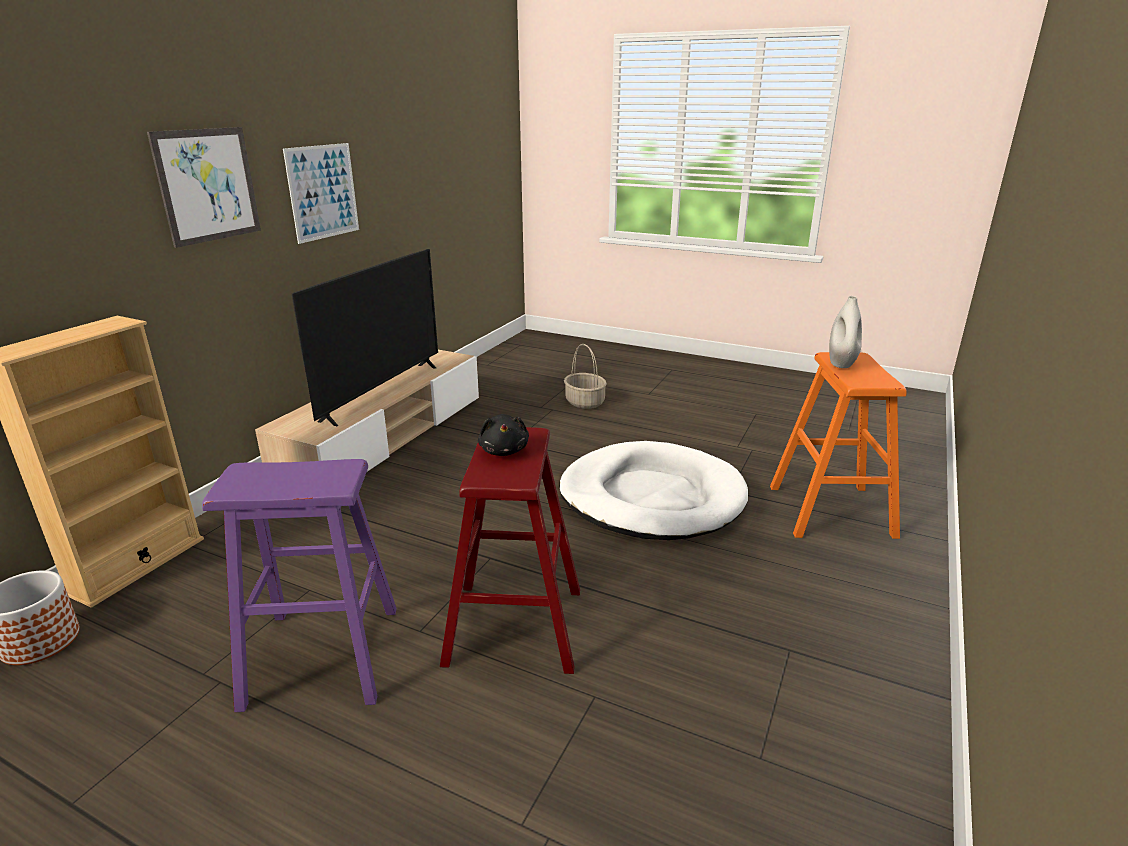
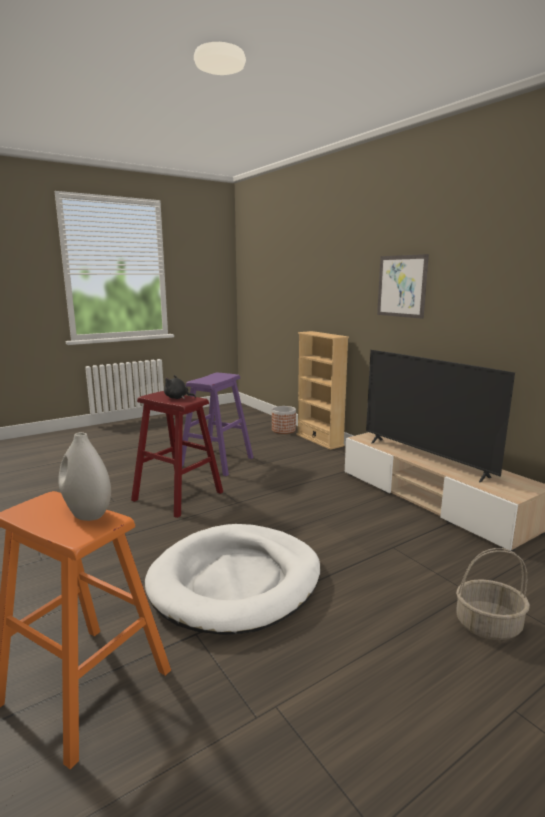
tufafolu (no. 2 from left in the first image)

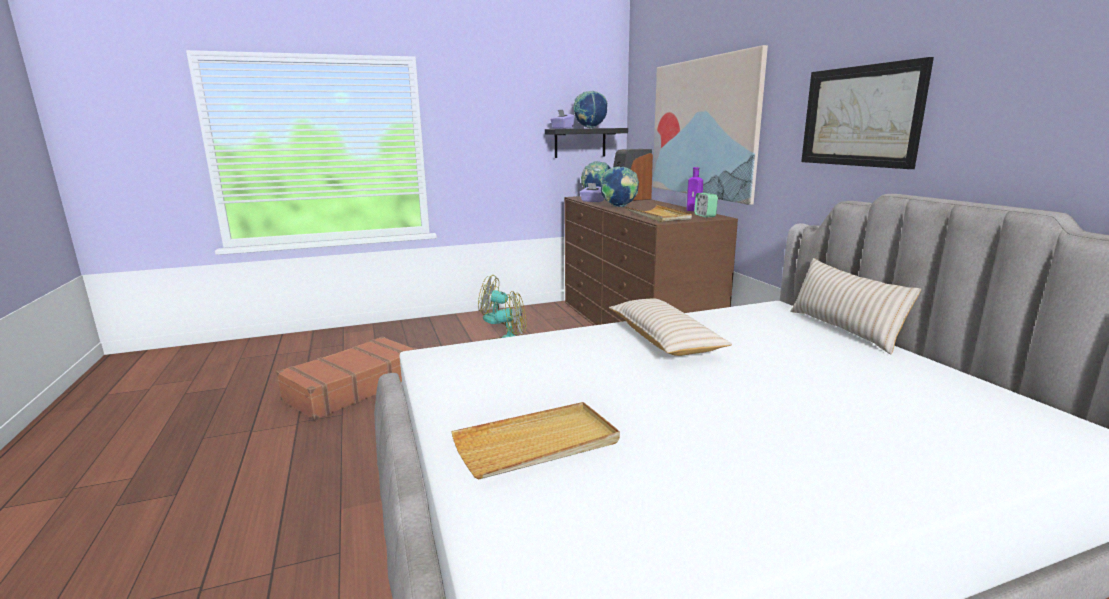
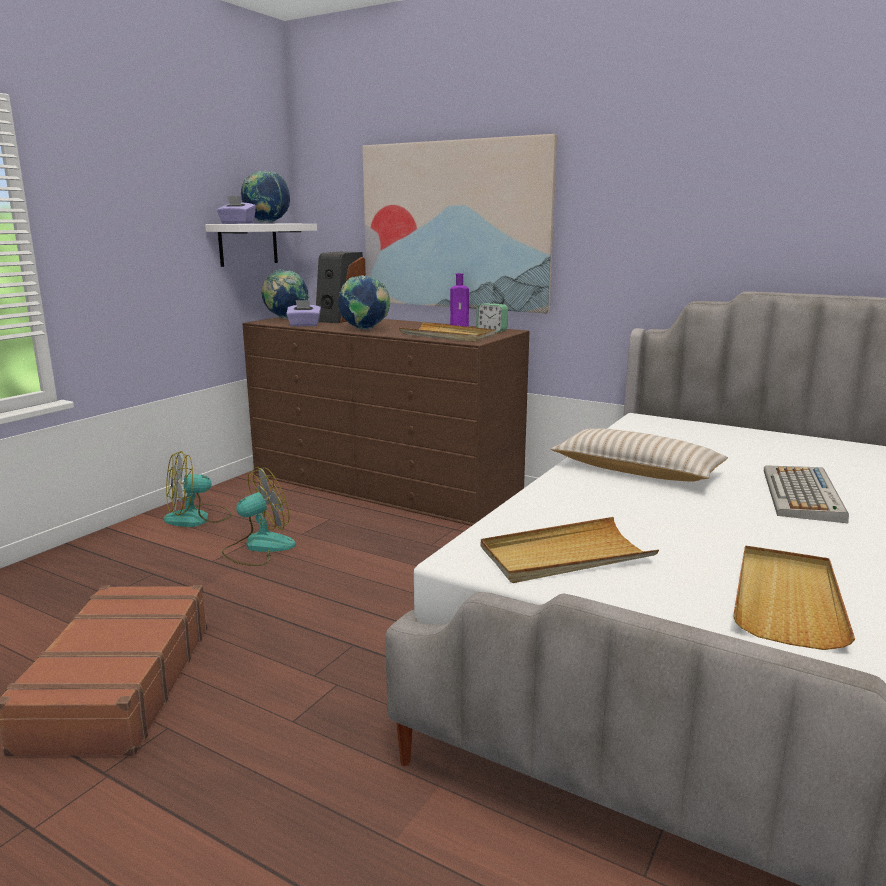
tufafolu (no. 2 from left in the first image)
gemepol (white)
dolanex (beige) (no. 2 from left in the first image)
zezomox
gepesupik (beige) (no. 2 from left)

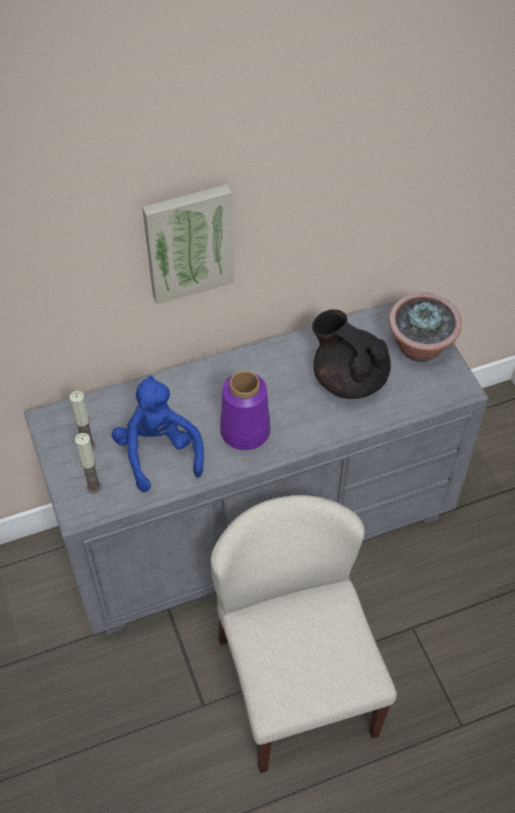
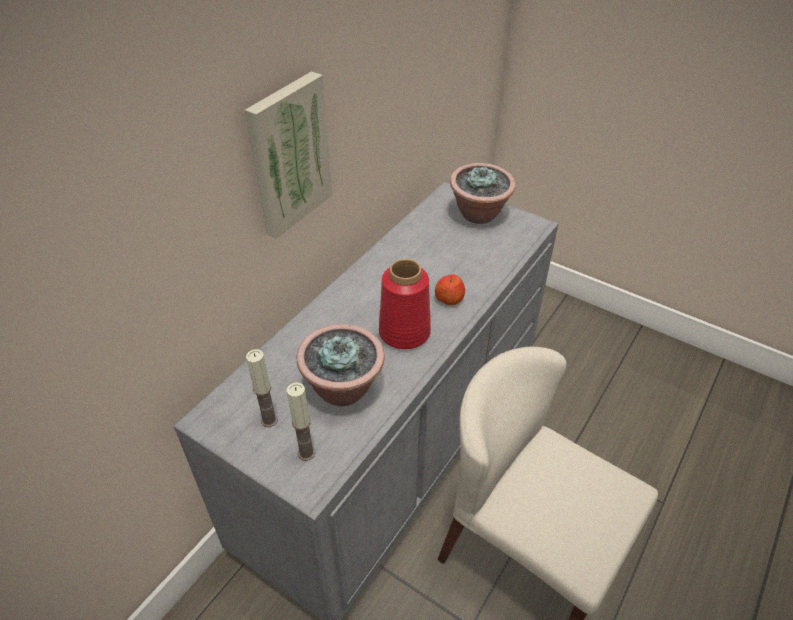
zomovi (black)
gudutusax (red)
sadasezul (no. 1 from left)
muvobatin

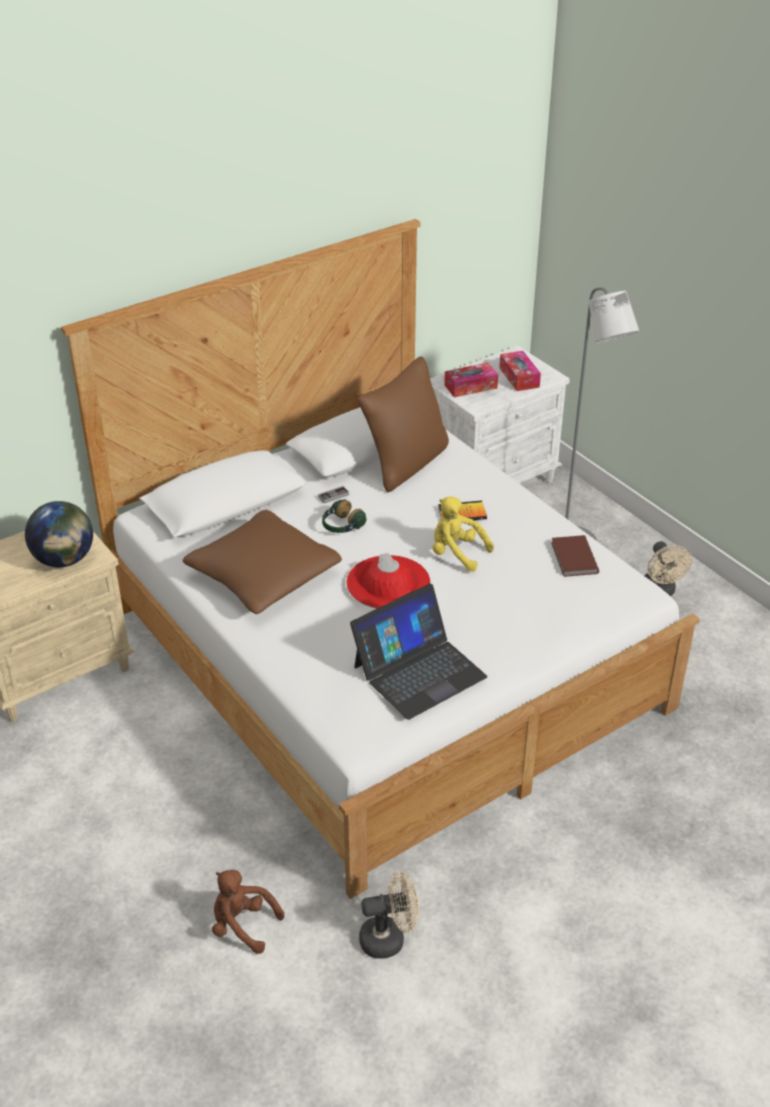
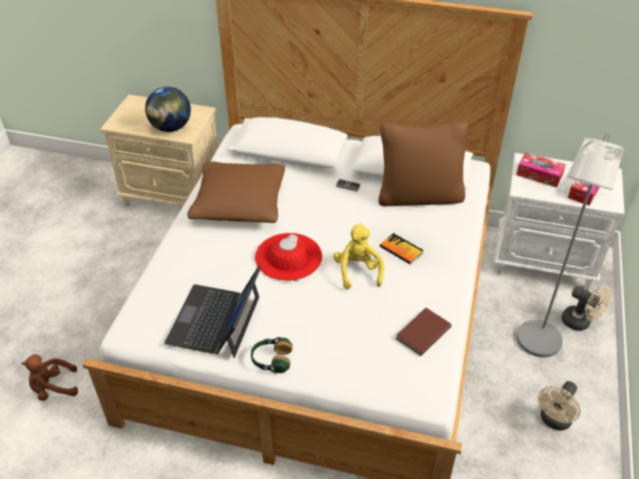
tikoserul
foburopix
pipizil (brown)
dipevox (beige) (no. 2 from left)

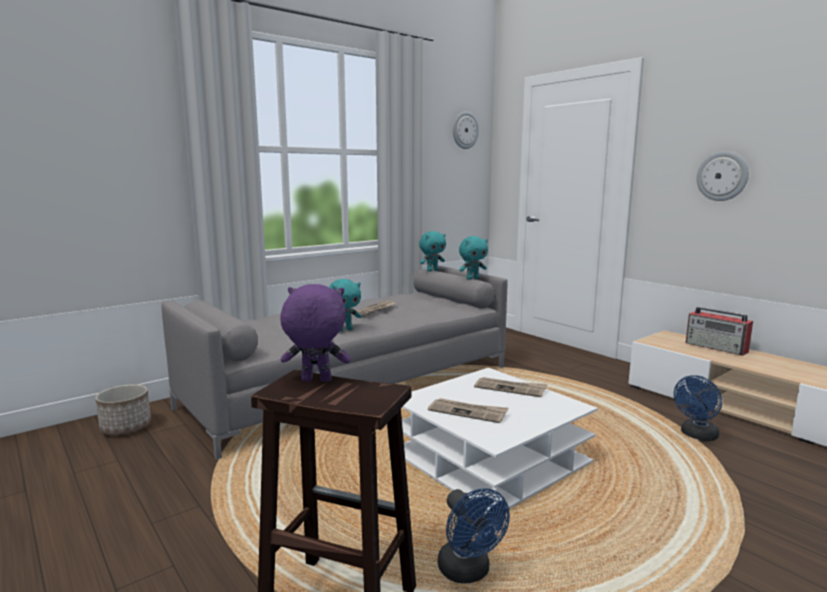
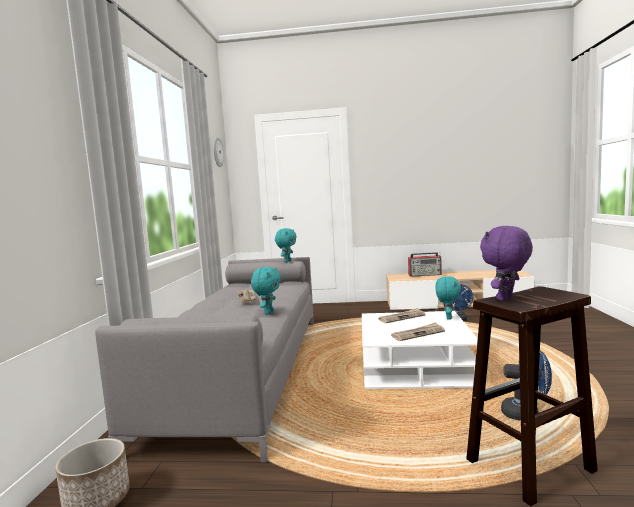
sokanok (no. 2 from left in the first image)
pipizil (turquoise) (no. 3 from left)

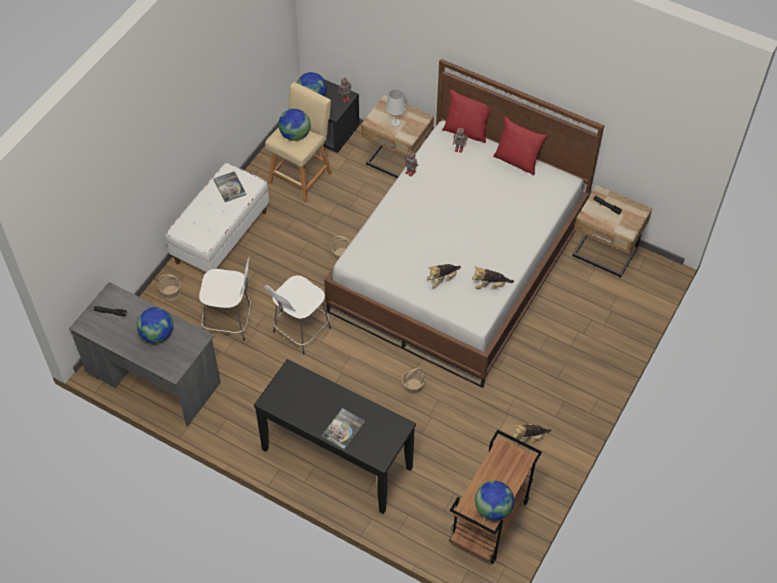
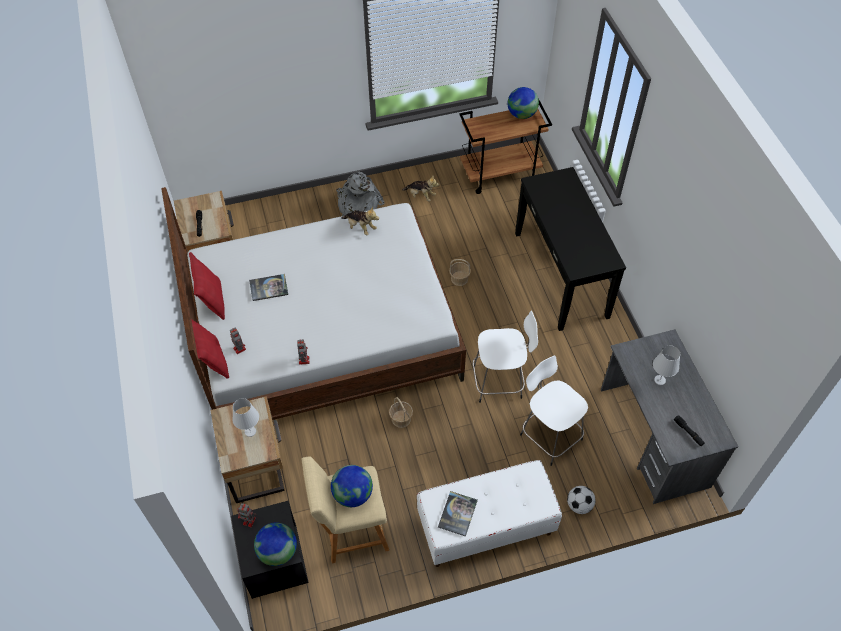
pipizil (no. 1 from left in the first image)
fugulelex
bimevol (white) (no. 2 from left)
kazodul (no. 1 from left)
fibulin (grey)

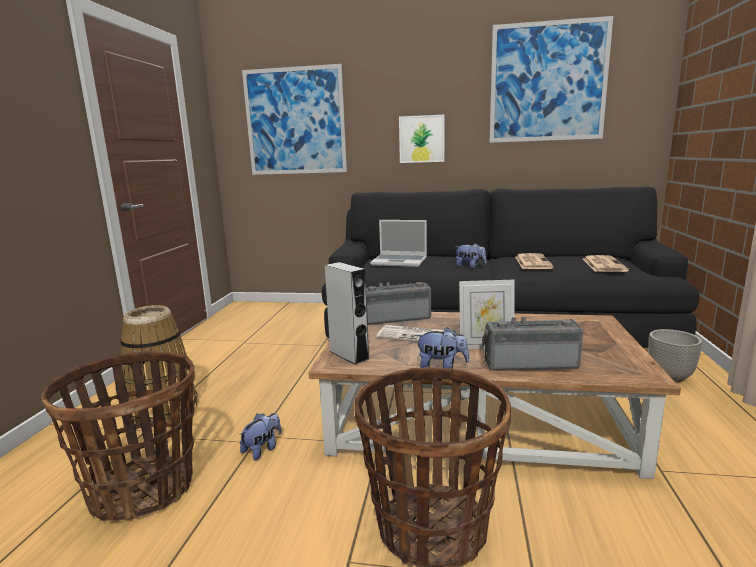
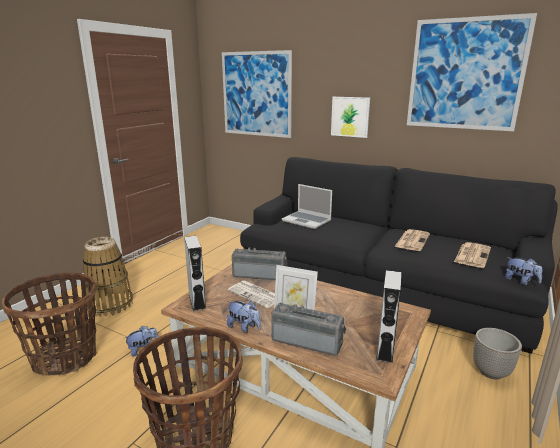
pipizil (no. 3 from left)
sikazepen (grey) (no. 2 from left)

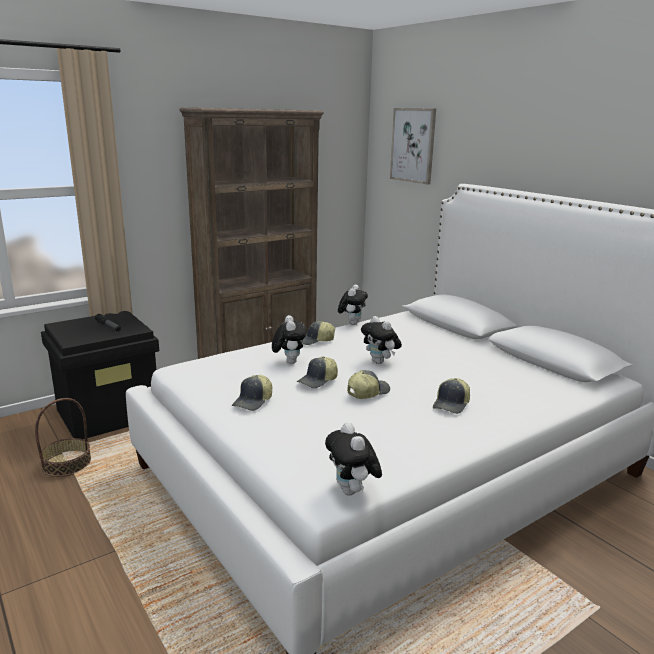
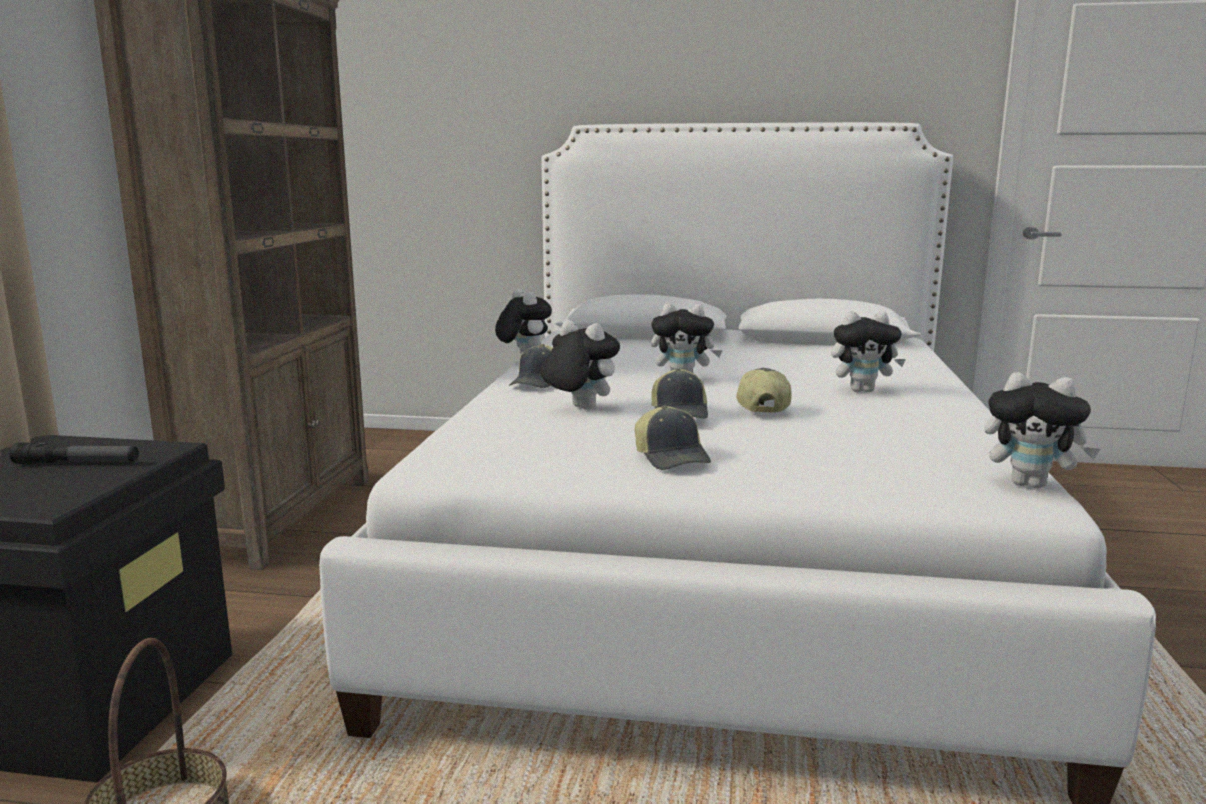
tufafolu
pipizil (no. 4 from left)

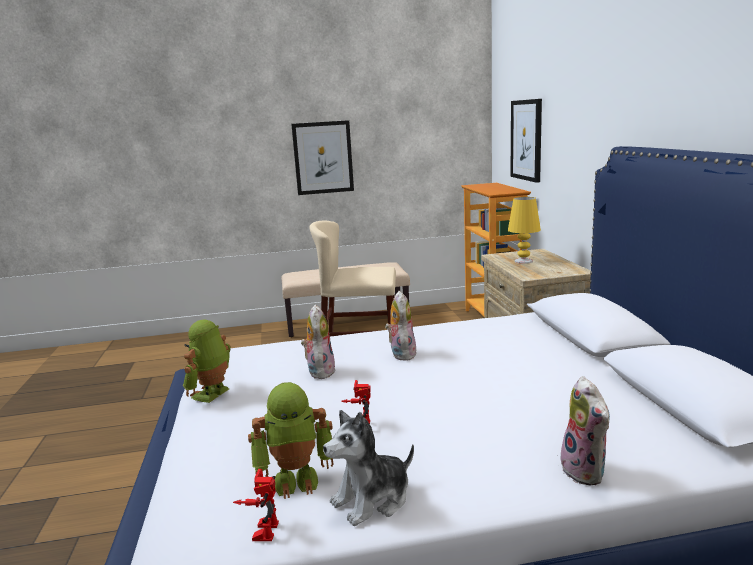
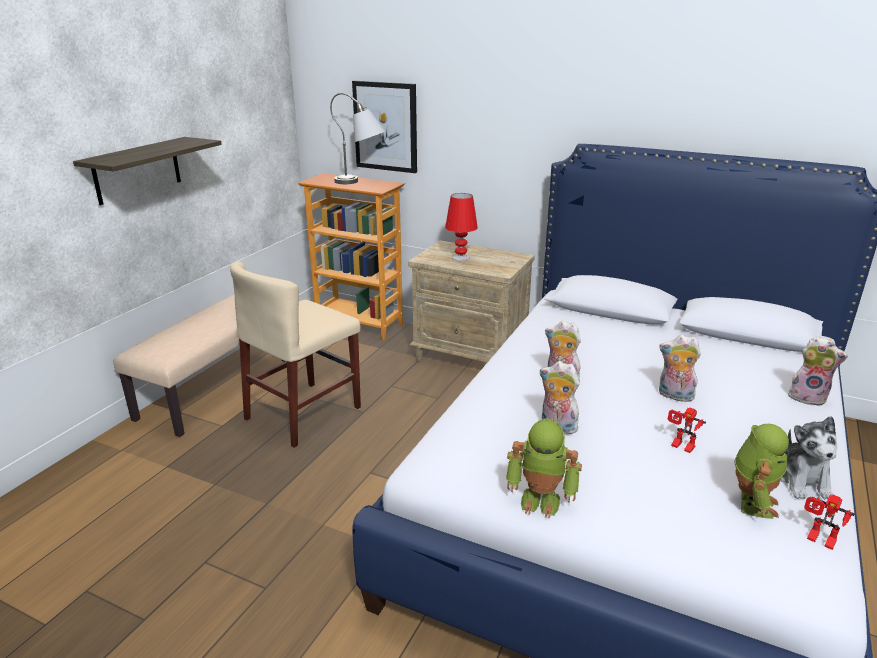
gemepol
bimevol (red)
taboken (no. 1 from left)
bimevol (grey)
pipizil (no. 3 from left)

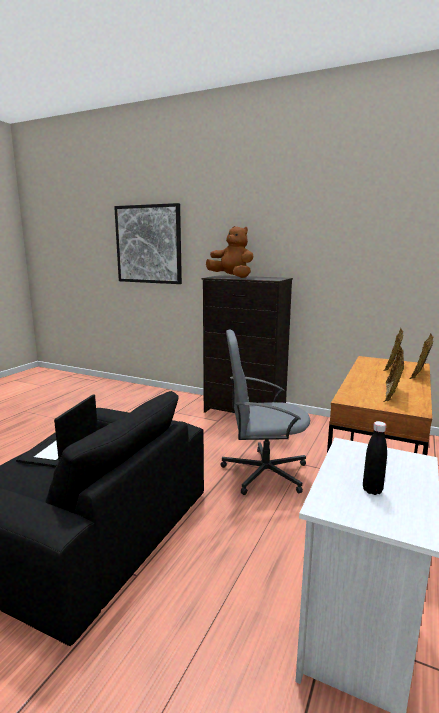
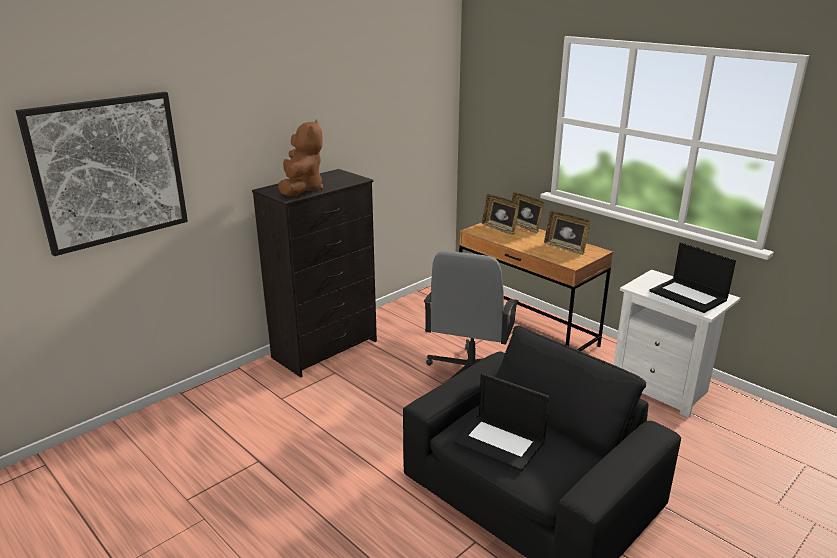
pipizil (brown)
foburopix (no. 2 from left)

